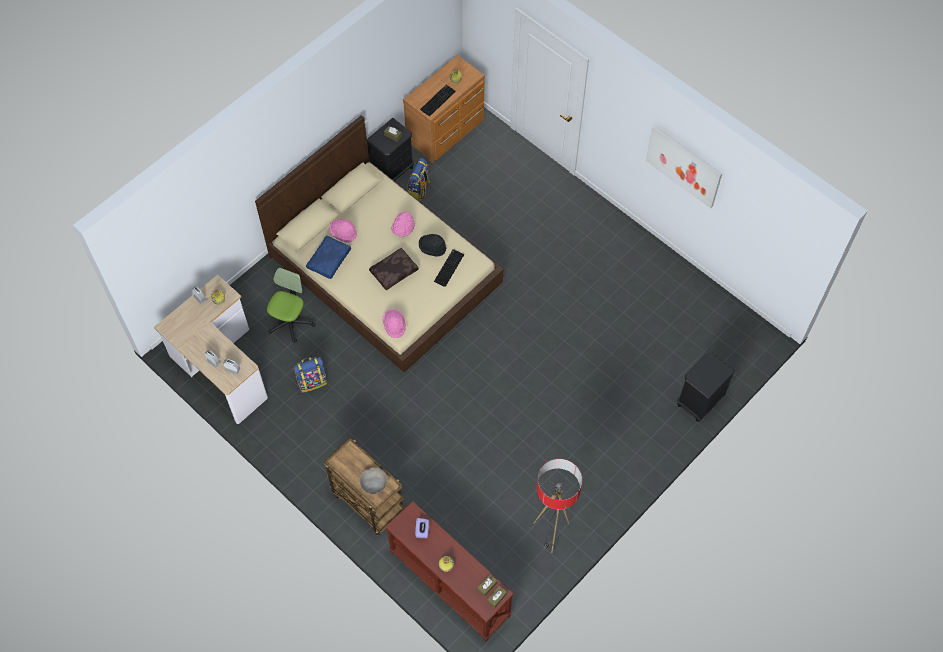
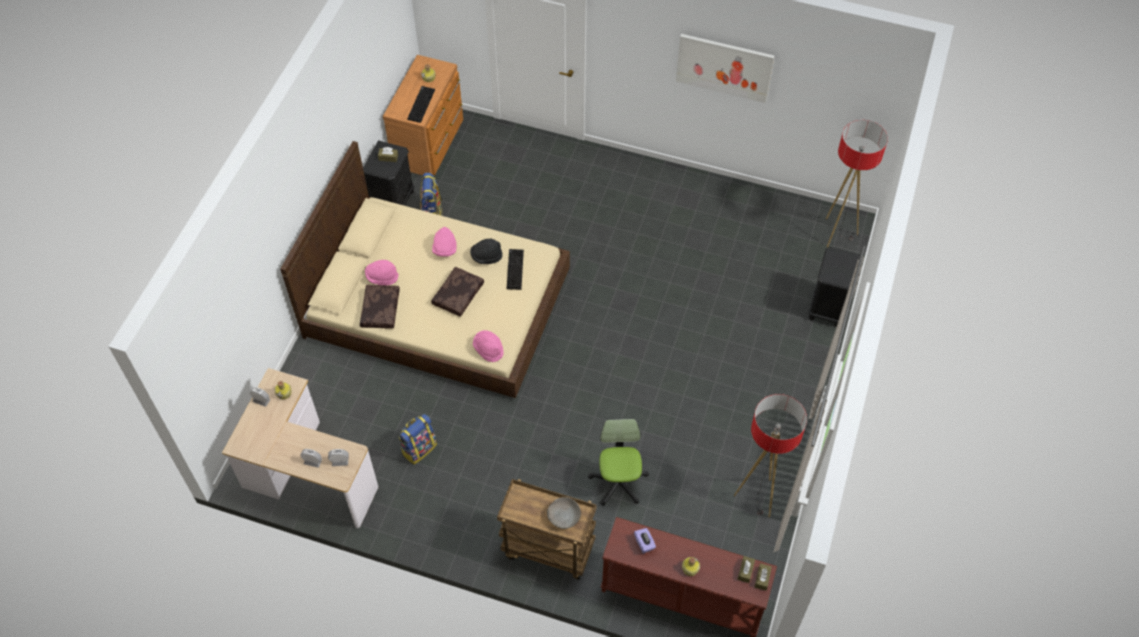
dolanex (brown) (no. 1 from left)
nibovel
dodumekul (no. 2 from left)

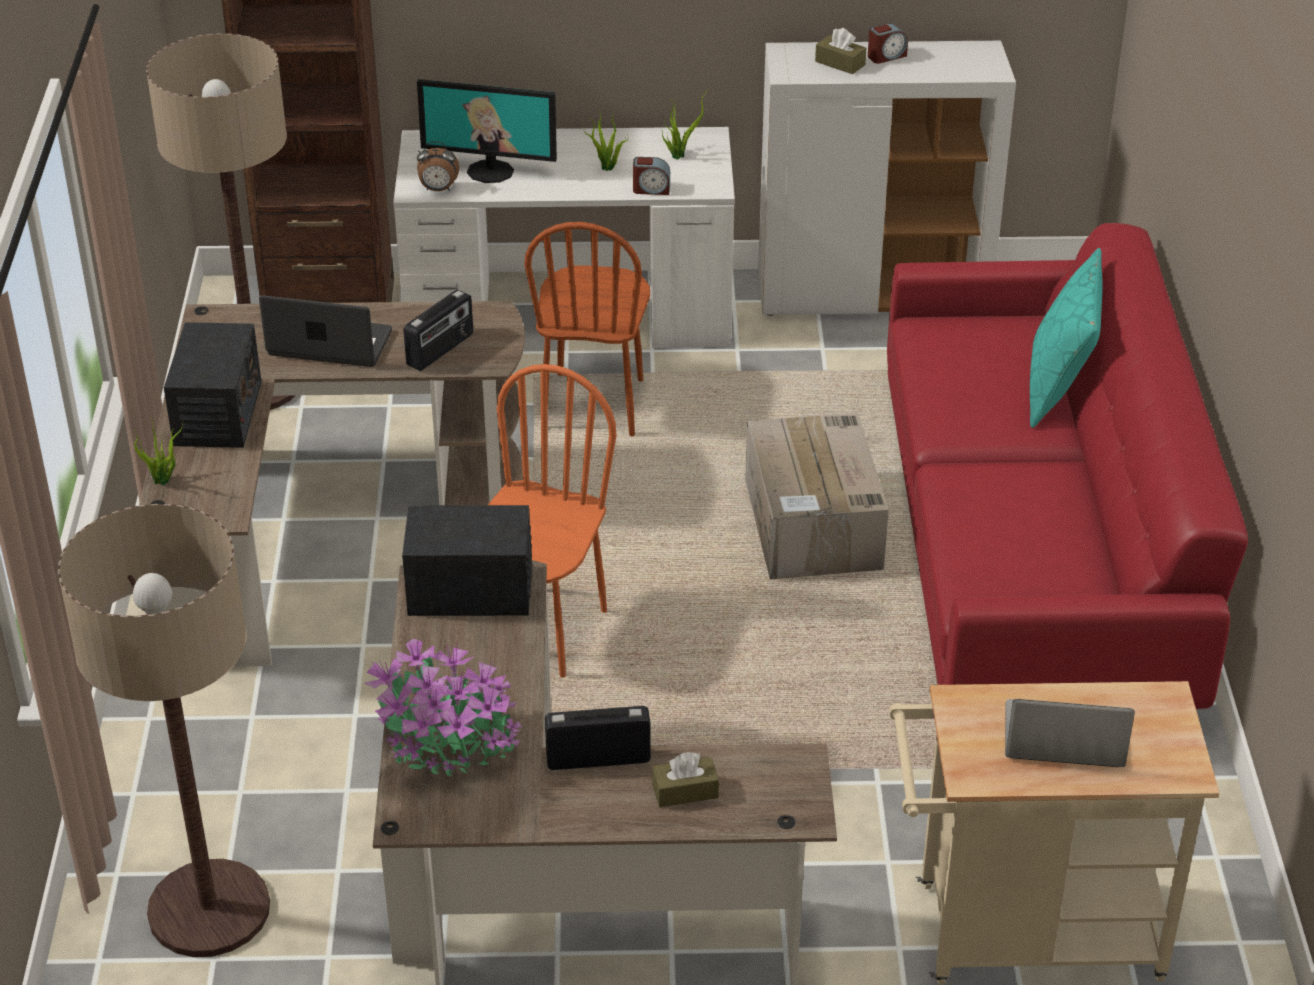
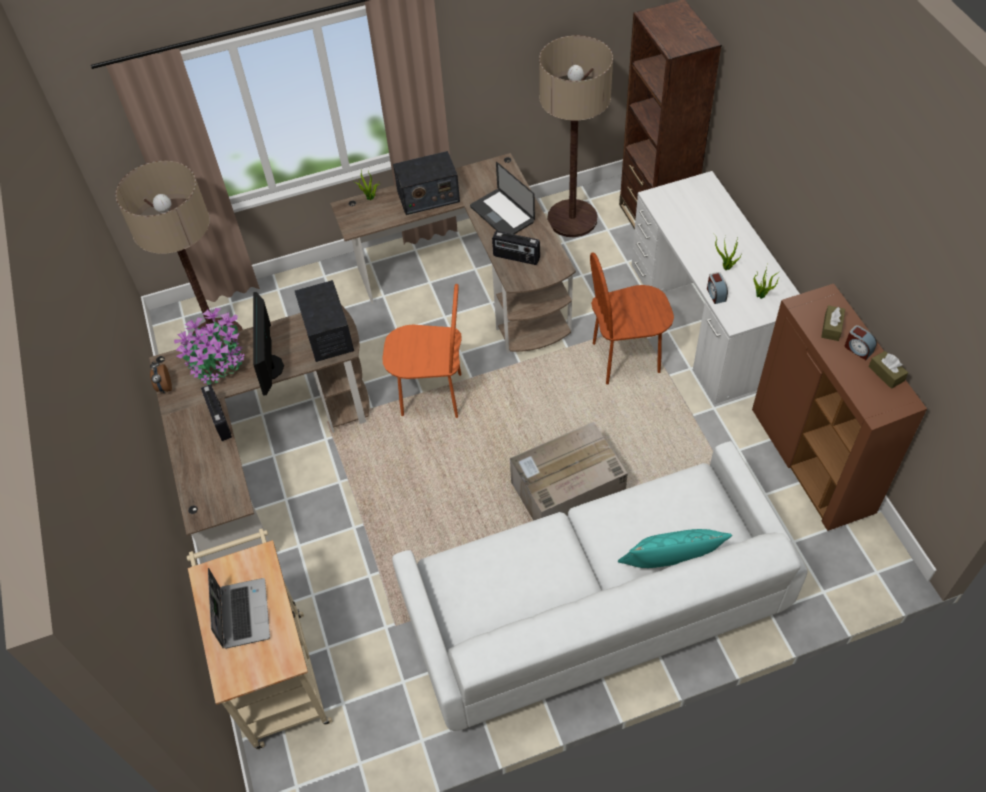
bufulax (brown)
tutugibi
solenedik (no. 1 from left)
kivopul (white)
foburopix (no. 2 from left)
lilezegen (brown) (no. 2 from left)

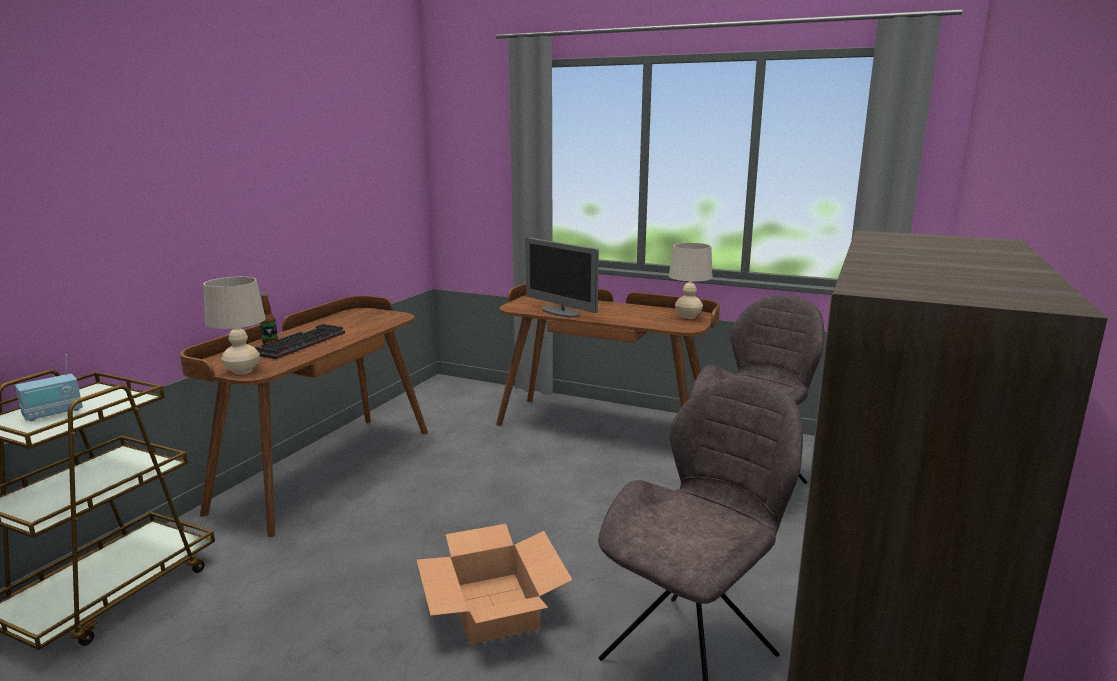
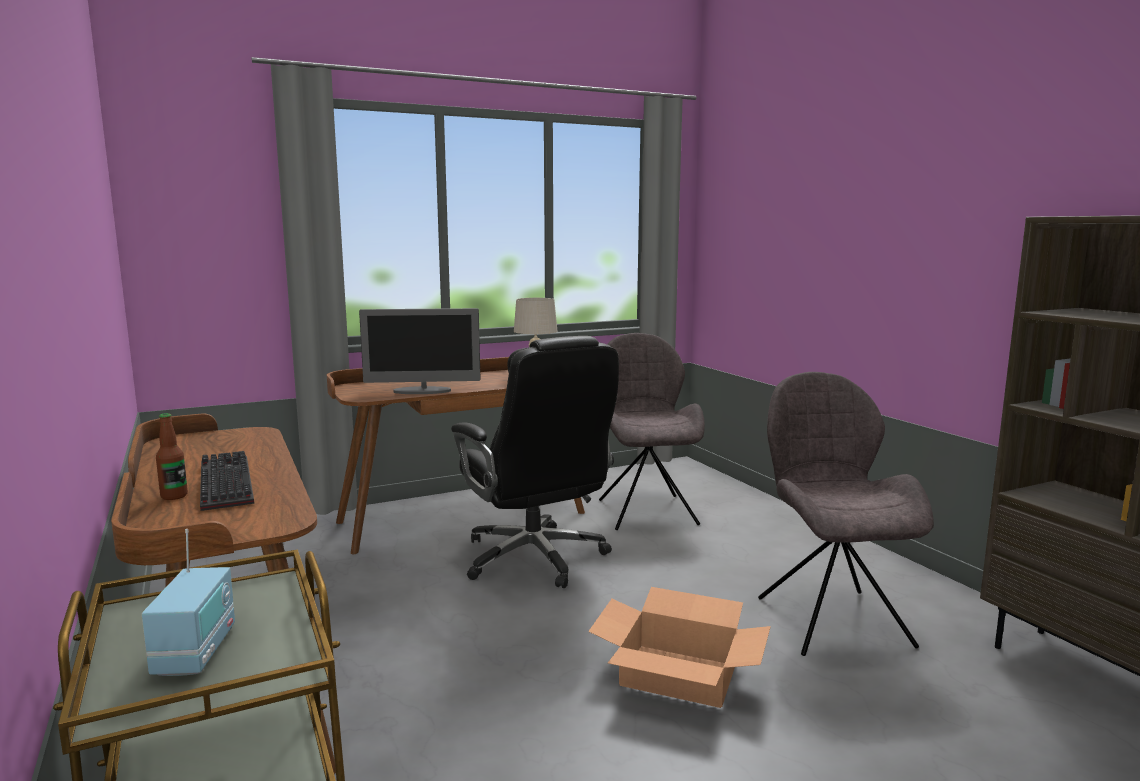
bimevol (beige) (no. 1 from left in the first image)
nibovel (black)

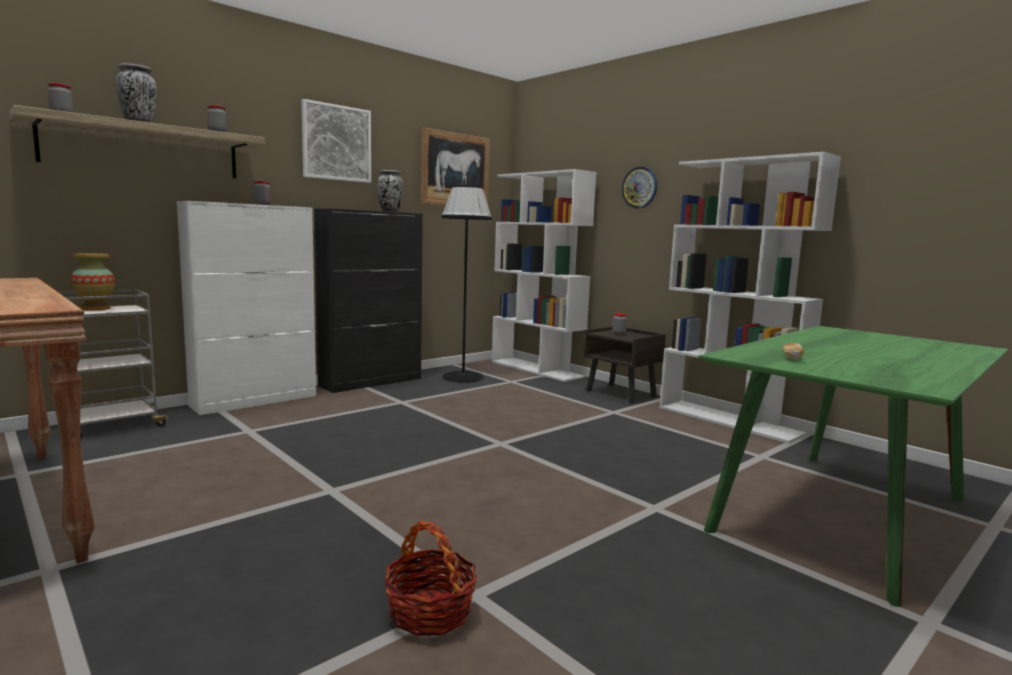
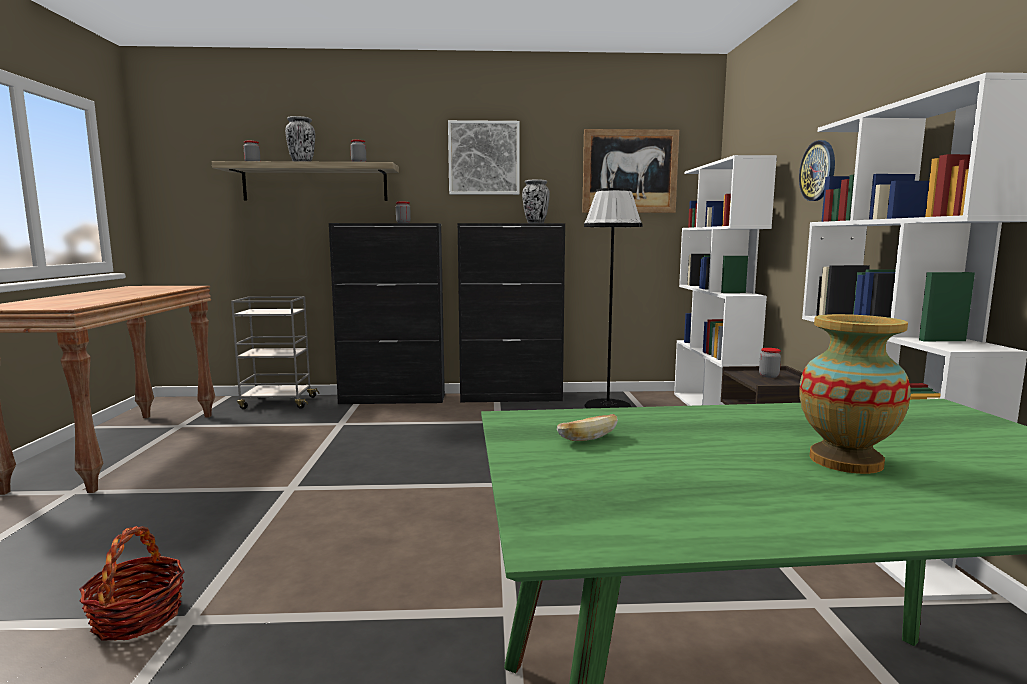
bufulax (black) (no. 1 from left)
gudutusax (no. 3 from left)

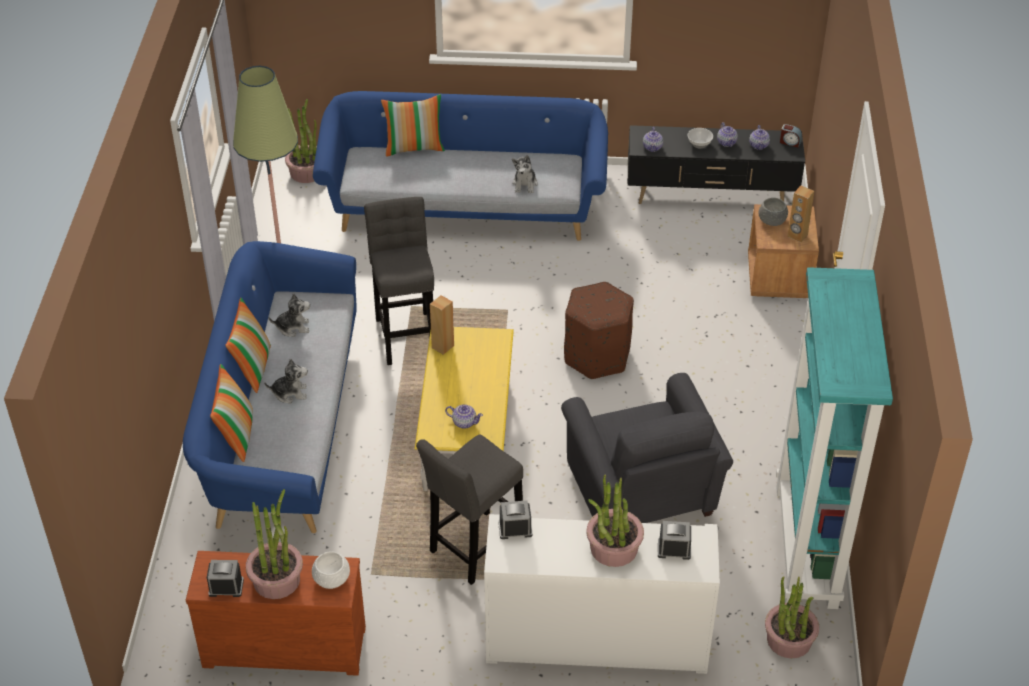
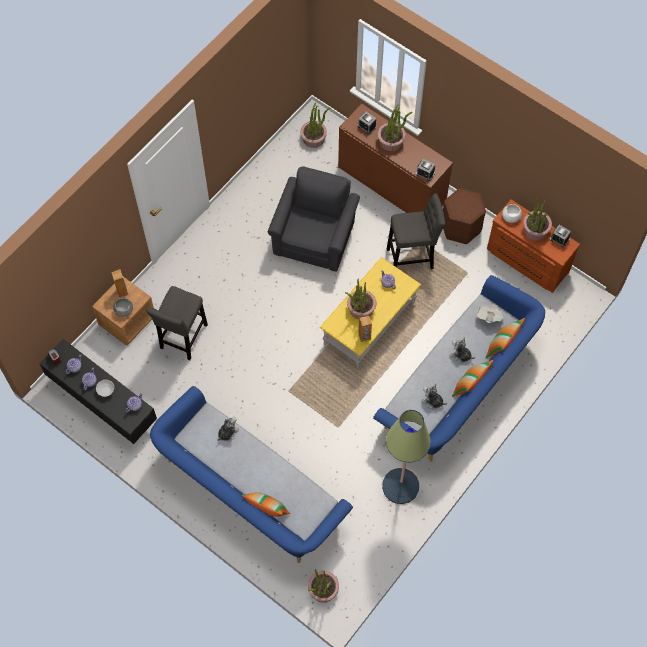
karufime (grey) (no. 1 from left)
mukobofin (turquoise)
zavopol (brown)
bufulax (brown)
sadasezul (no. 3 from left)
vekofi

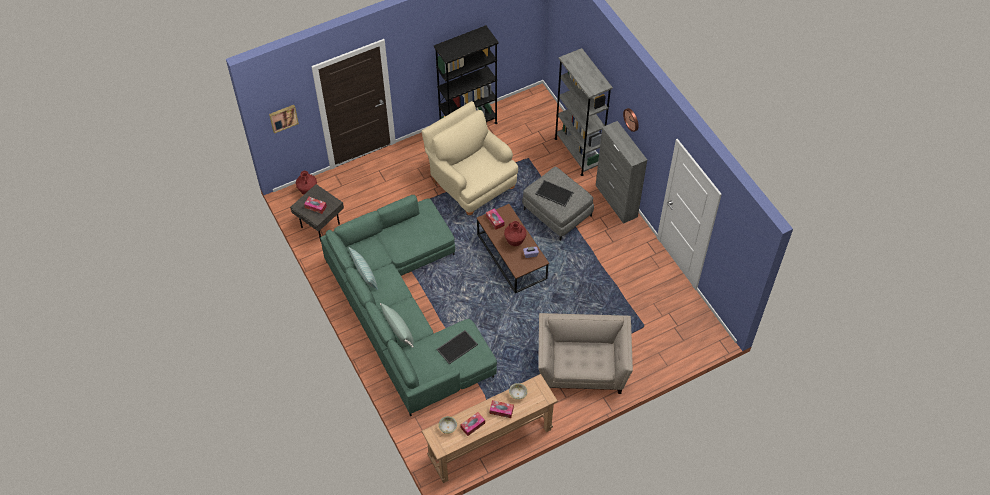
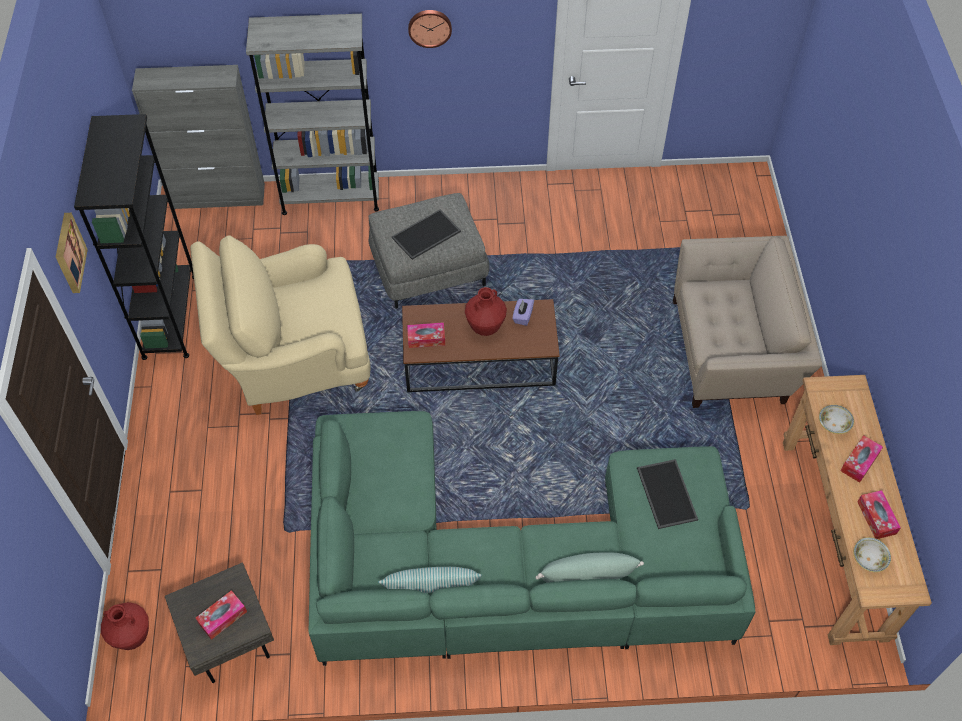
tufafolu
bufulax (grey)
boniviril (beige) (no. 2 from left)

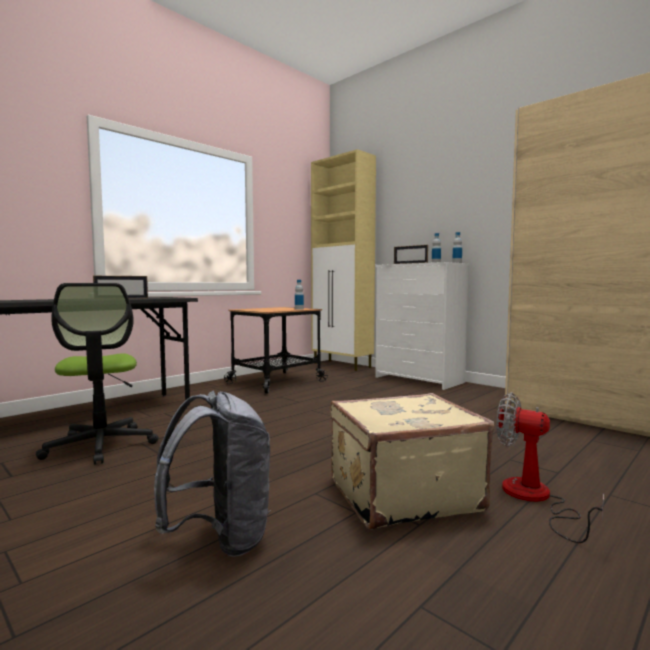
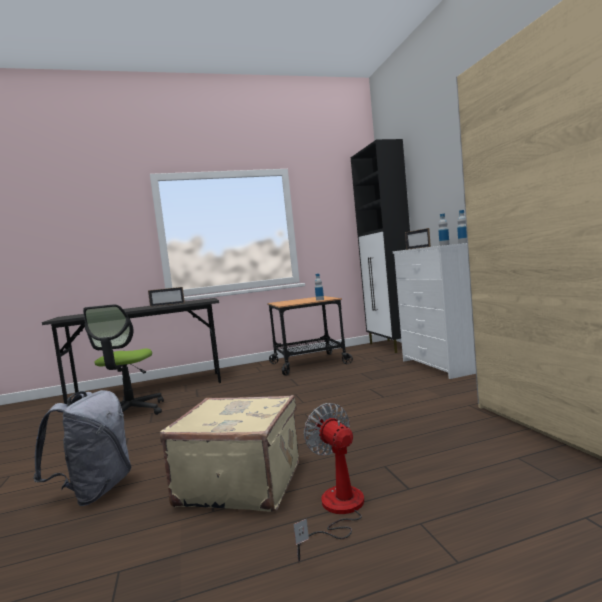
bufulax (black)

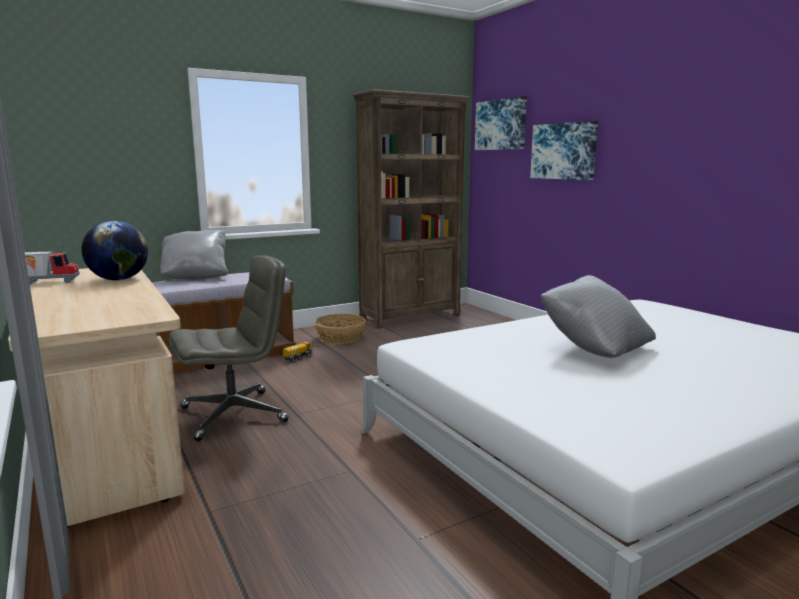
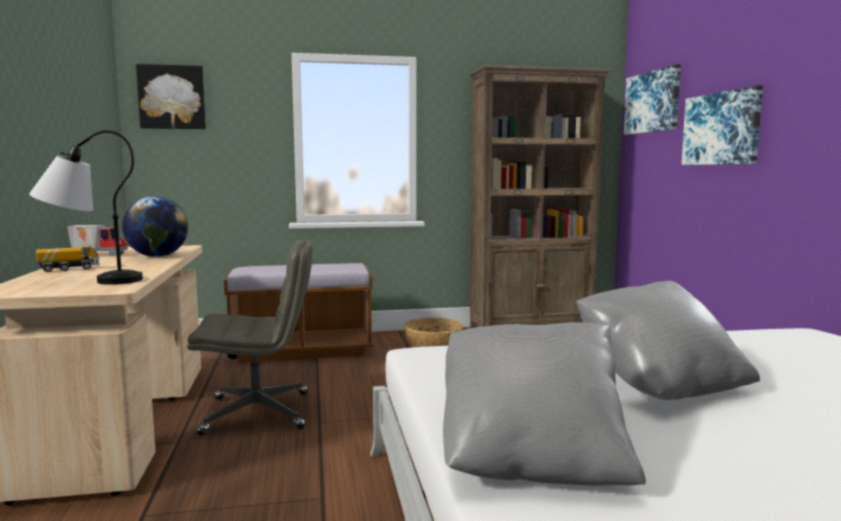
dolanex (grey) (no. 1 from left)
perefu (no. 1 from left)
tufafolu (no. 1 from left)
bimevol

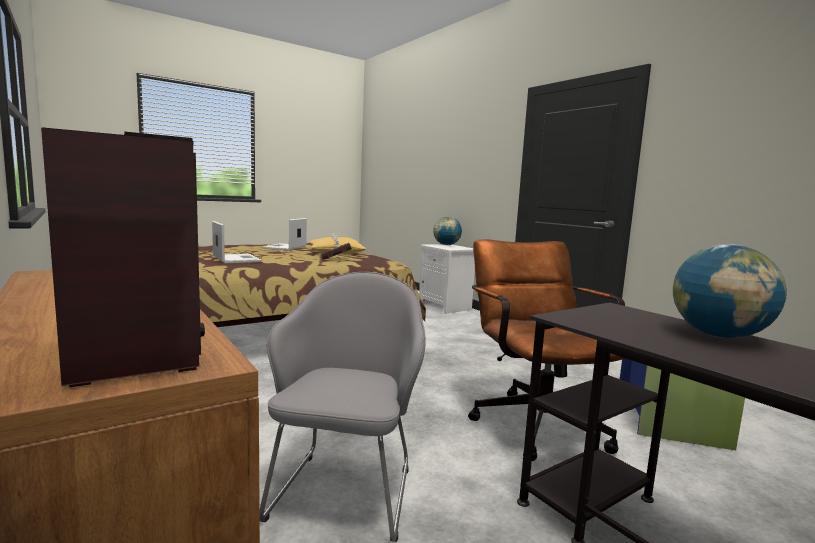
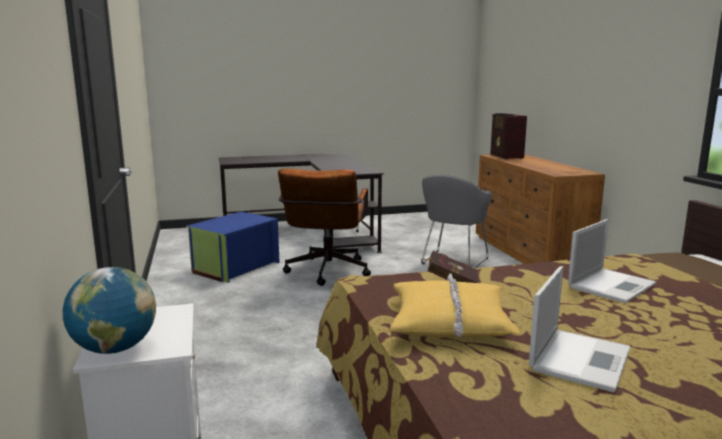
foburopix (no. 2 from left)
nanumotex (no. 2 from left in the first image)

